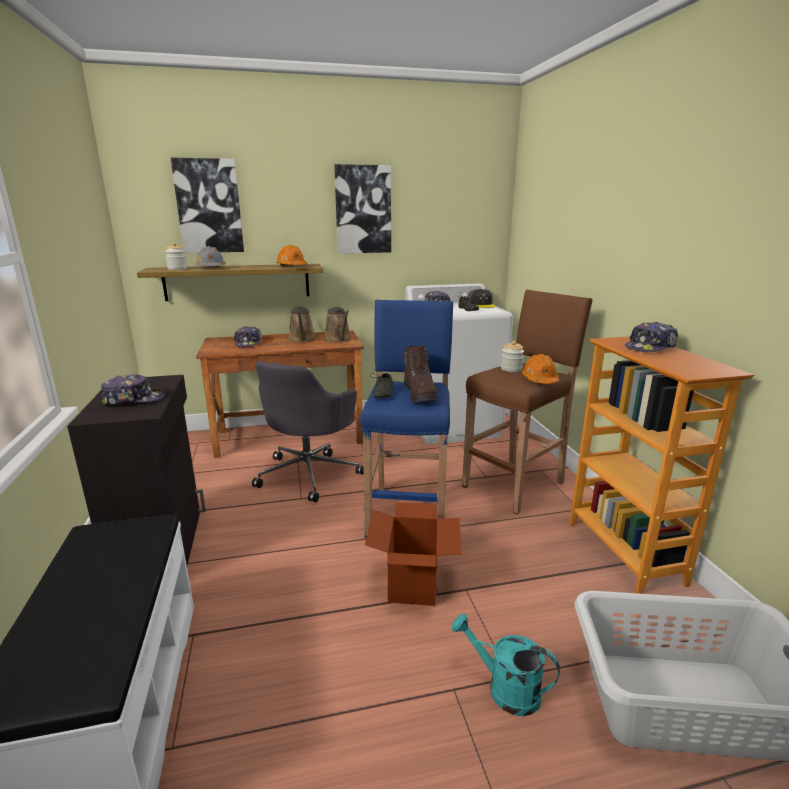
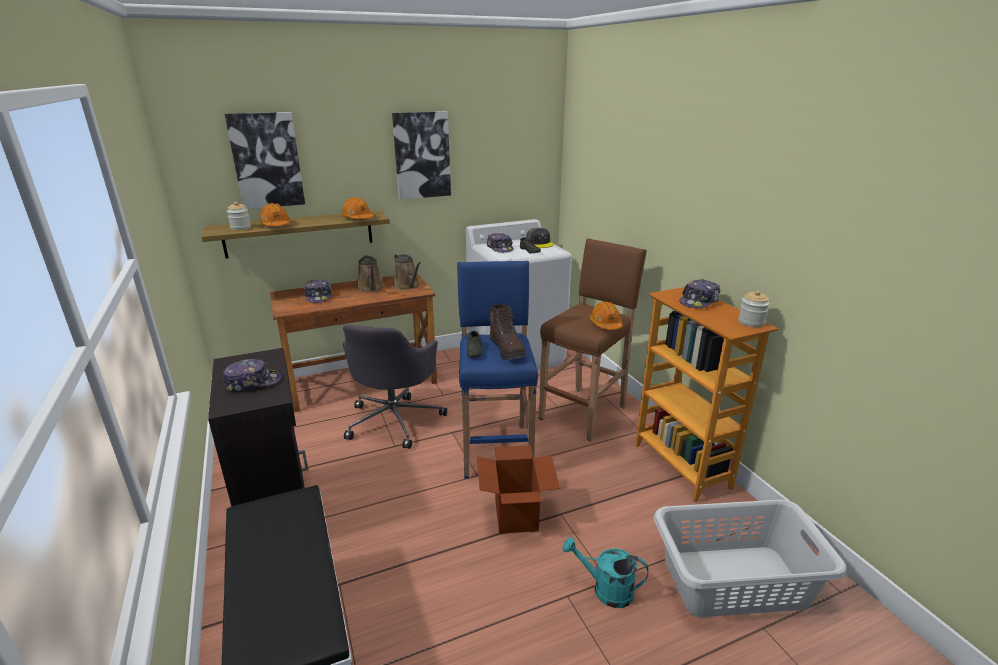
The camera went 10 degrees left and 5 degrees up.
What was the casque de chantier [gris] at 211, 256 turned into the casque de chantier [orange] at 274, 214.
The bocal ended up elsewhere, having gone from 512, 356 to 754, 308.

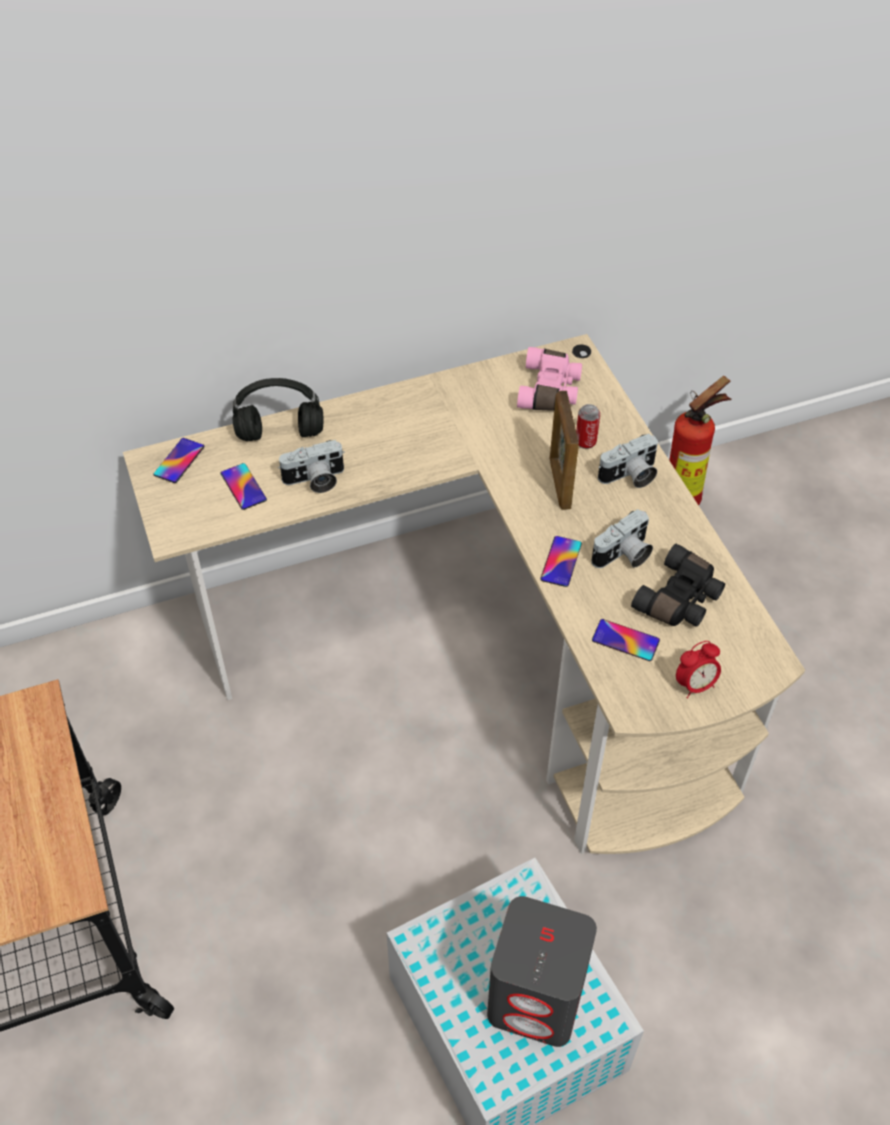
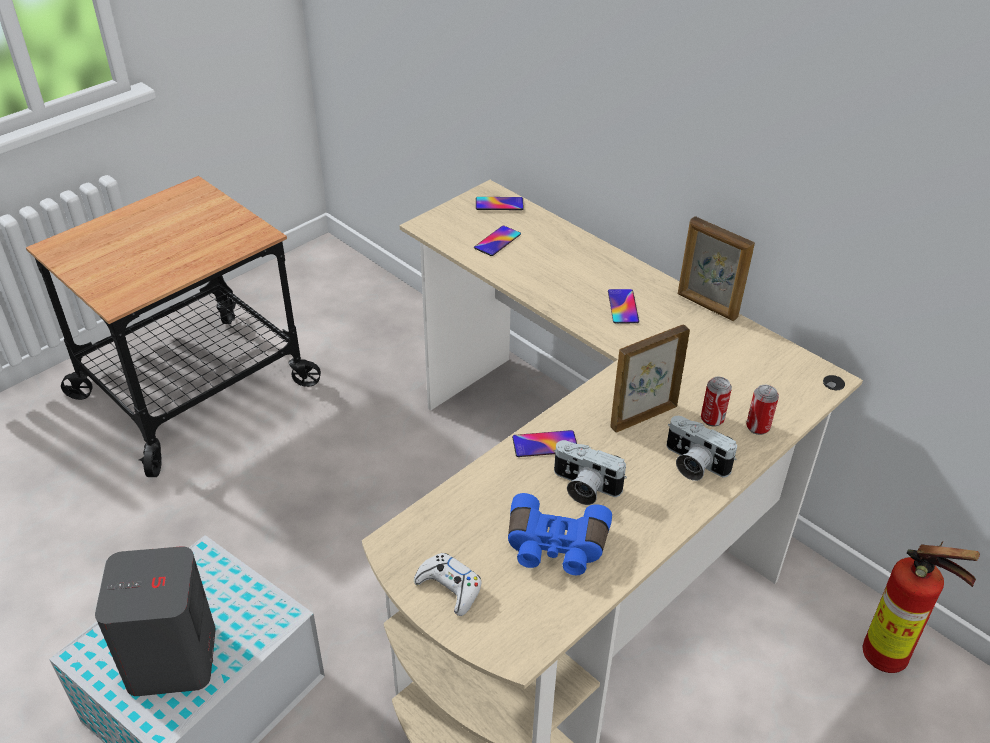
The camera went 65 degrees right and 10 degrees down.
The second view lost the casque audio [noir] at 278, 409.
The second view lost the appareil photo at 311, 466.
The second view lost the jumelles [rose] at 549, 379.
The téléphone ended up elsewhere, having gone from 626, 640 to 623, 306.
What was the jumelles [noir] at 678, 585 turned into the jumelles [bleu] at 560, 534.
Where the réveil stood at 698, 670, the manette [blanc] came to stand at 448, 584.
The second view gained the cadre photo at 716, 268.
The second view gained the boîte métallique at 762, 410.

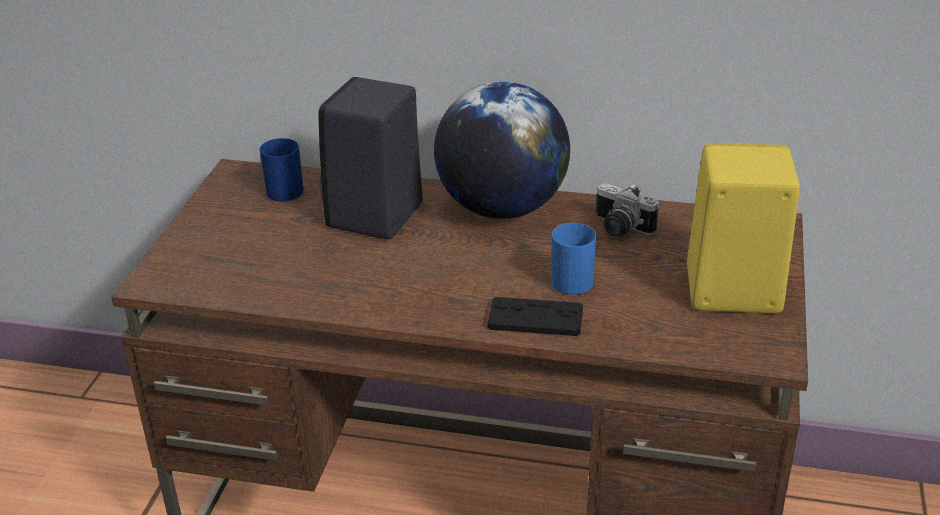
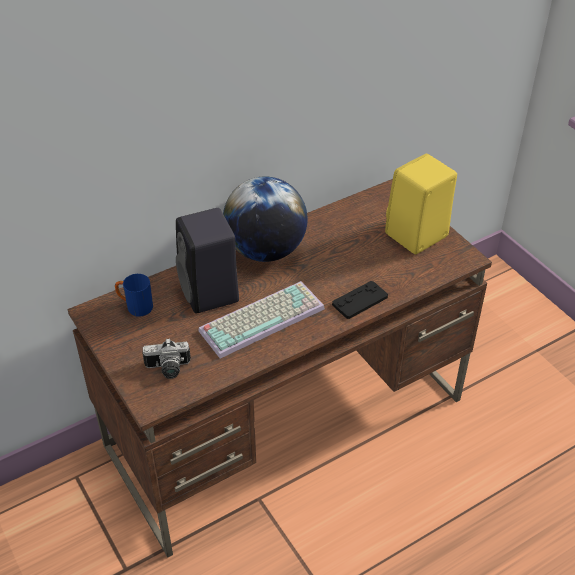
The camera went 45 degrees left and 10 degrees up.
The second view lost the mug [bleu] at 573, 259.
The appareil photo ended up elsewhere, having gone from 627, 210 to 166, 358.
The second view gained the clavier at 261, 319.

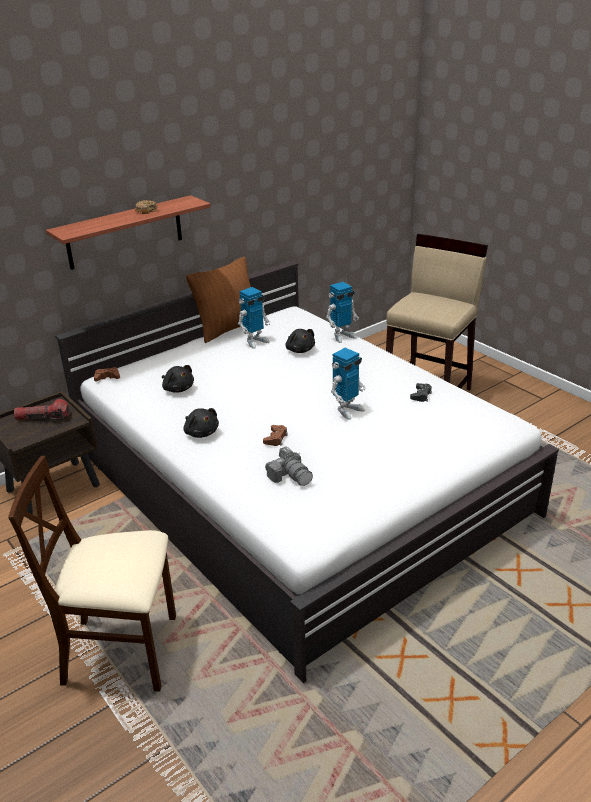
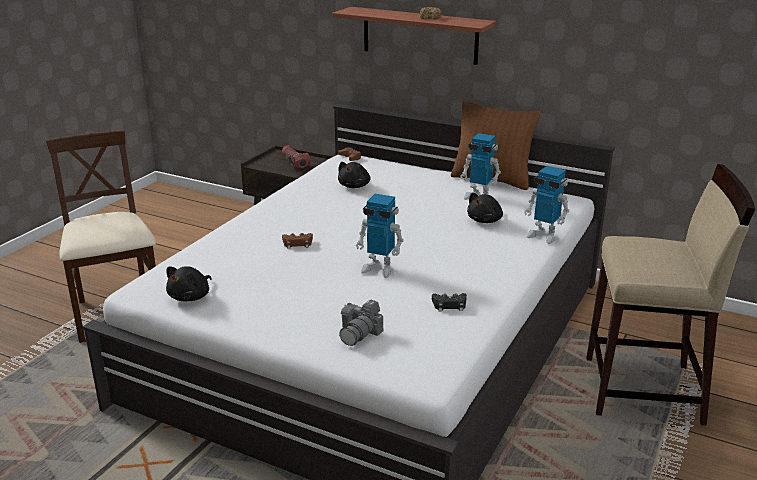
The camera went 65 degrees right and 5 degrees down.
The peluche [noir] ended up elsewhere, having gone from 201, 423 to 189, 283.
The appareil photo ended up elsewhere, having gone from 289, 466 to 361, 323.

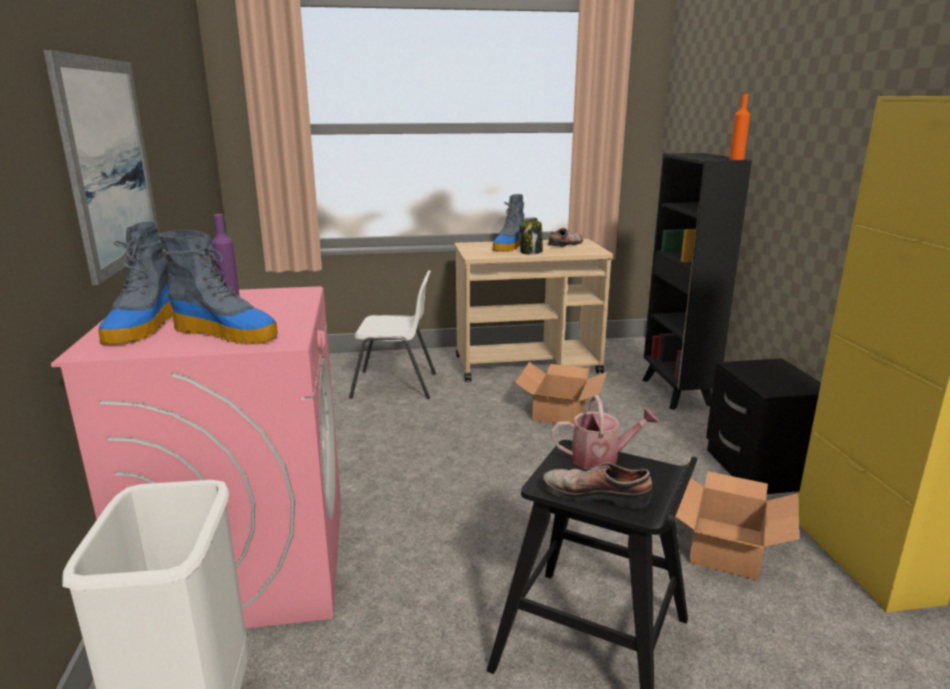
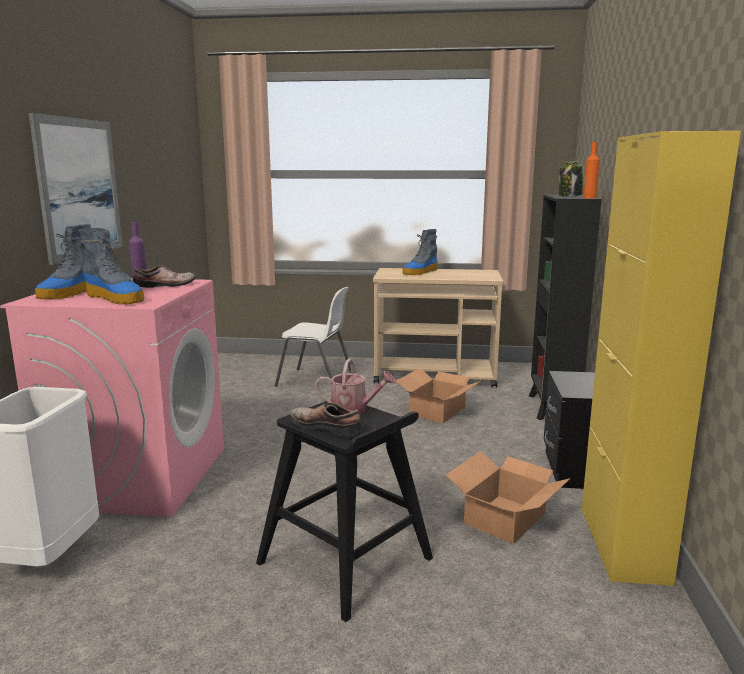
The camera went 15 degrees right and 5 degrees down.
The bocal ended up elsewhere, having gone from 531, 236 to 571, 179.
The chaussure ended up elsewhere, having gone from 565, 237 to 164, 276.

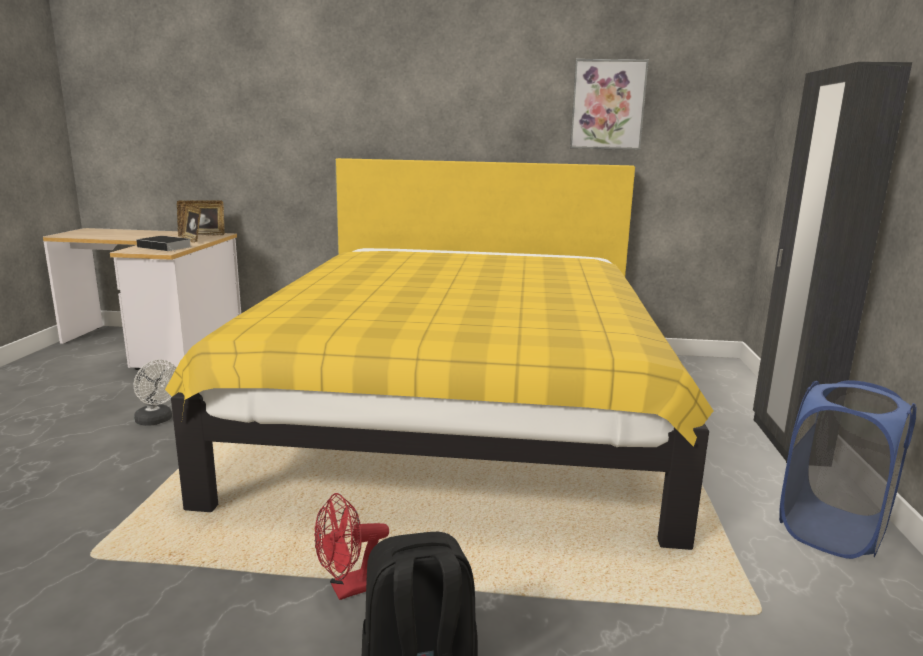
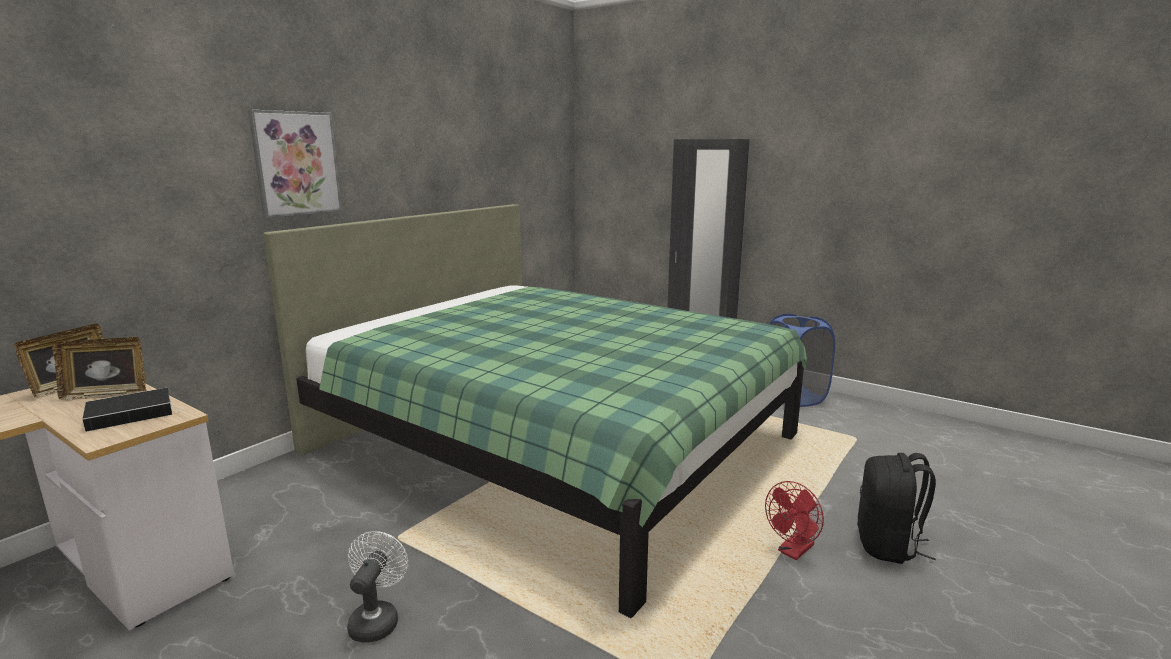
The camera went 60 degrees left and 0 degrees up.
The ventilateur [blanc] at 155, 393 ended up facing another way, 60 degrees counterclockwise from before.
What was the lit [jaune] at 439, 354 turned into the lit [vert] at 535, 411.
The ventilateur [rouge] at 351, 546 ended up facing another way, 45 degrees clockwise from before.
The tableau ended up elsewhere, having gone from 609, 104 to 295, 164.

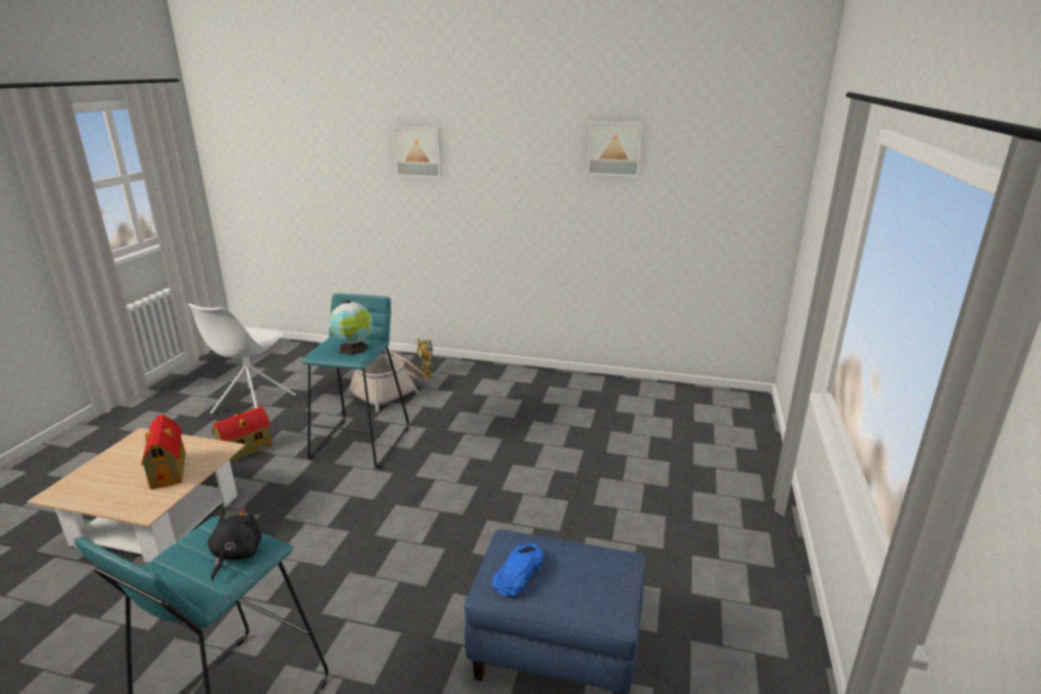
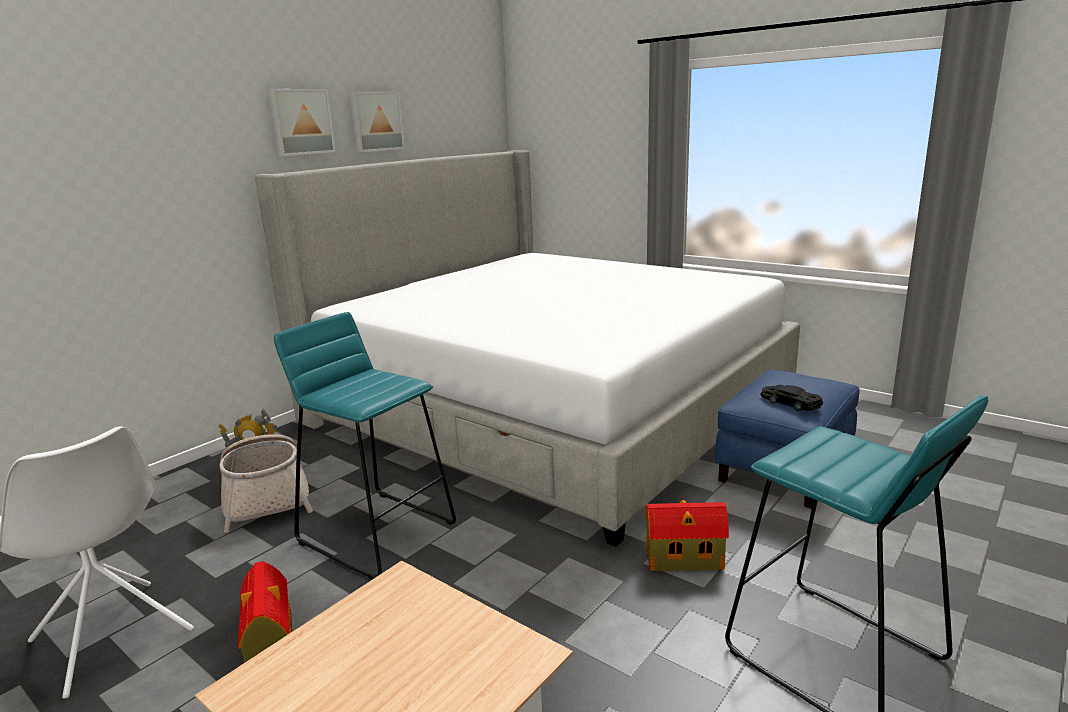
The camera went 65 degrees left and 5 degrees down.
The maison miniature ended up elsewhere, having gone from 163, 452 to 686, 535.
The second view lost the peluche [noir] at 235, 543.
The second view lost the globe at 351, 327.
The tableau ended up elsewhere, having gone from 418, 152 to 302, 122.
What was the petite voiture [bleu] at 518, 570 turned into the petite voiture [noir] at 792, 398.
The second view gained the lit at 527, 349.

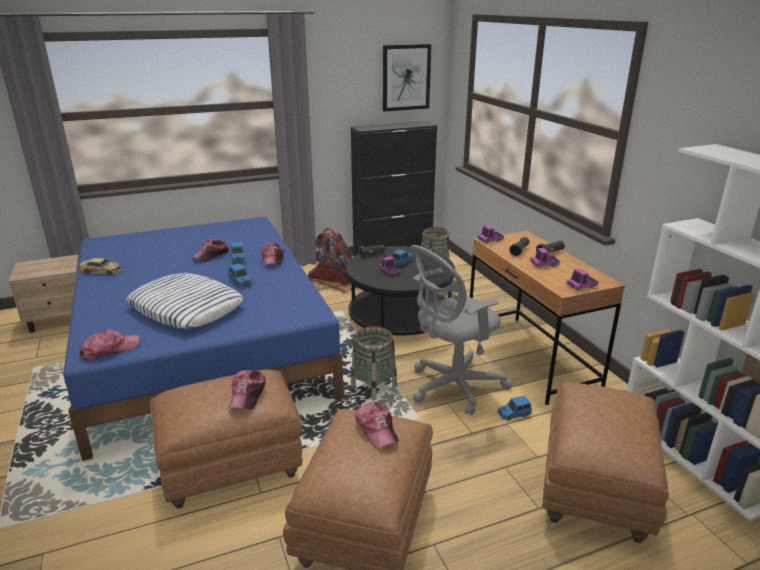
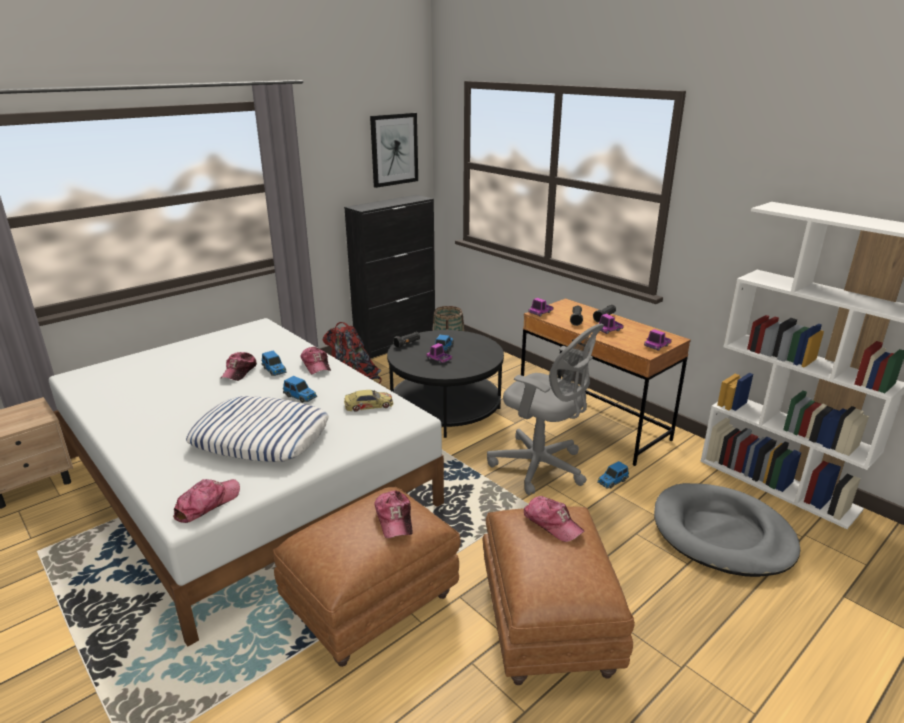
The camera went 20 degrees left and 0 degrees up.
What was the lit [bleu] at 203, 339 turned into the lit [blanc] at 246, 482.
The petite voiture ended up elsewhere, having gone from 100, 266 to 368, 401.
The second view lost the panier at 374, 363.
The chaise de bureau [gris] at 461, 330 ended up facing another way, 90 degrees counterclockwise from before.
Where the pouf [marron] stood at 605, 463, the panier pour chien [gris] came to stand at 727, 530.

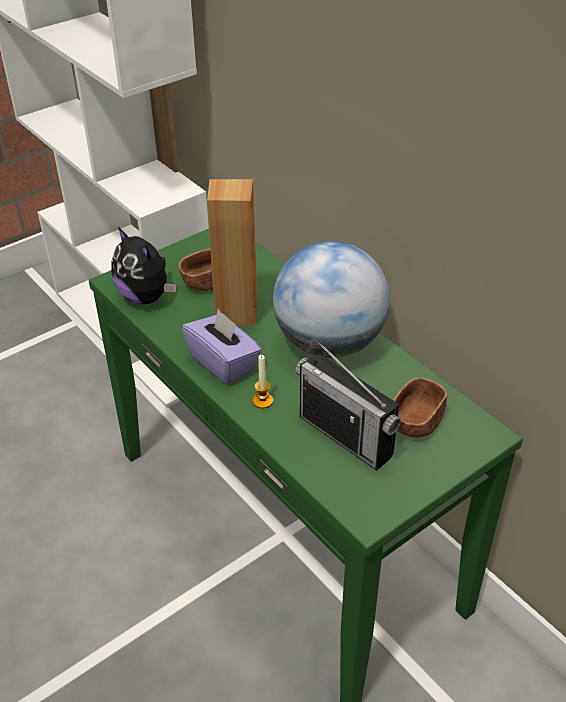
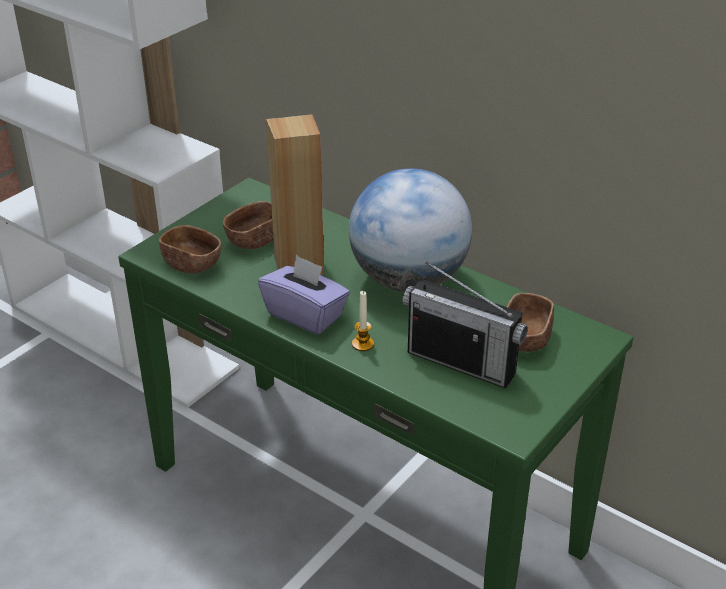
The camera went 15 degrees left and 5 degrees down.
Where the peluche stood at 144, 265, the bol [marron] came to stand at 190, 249.

